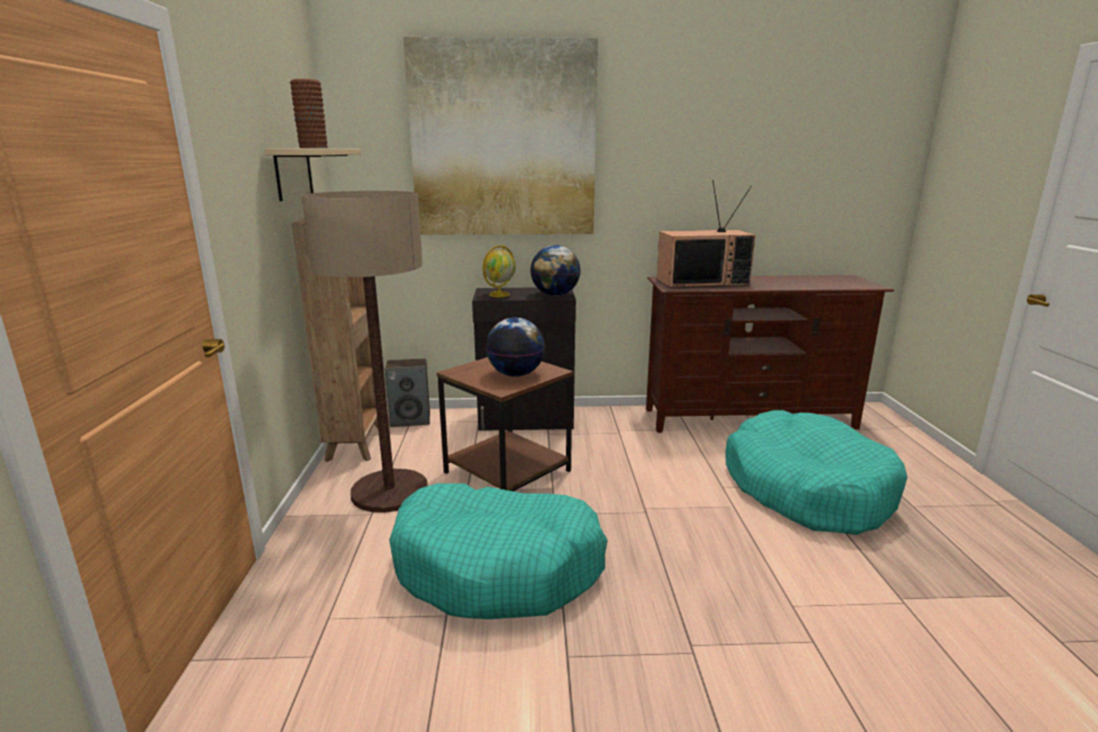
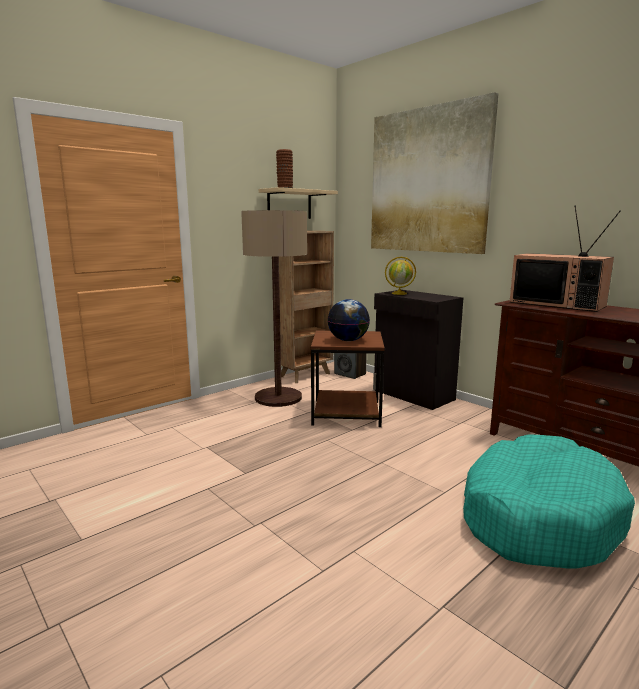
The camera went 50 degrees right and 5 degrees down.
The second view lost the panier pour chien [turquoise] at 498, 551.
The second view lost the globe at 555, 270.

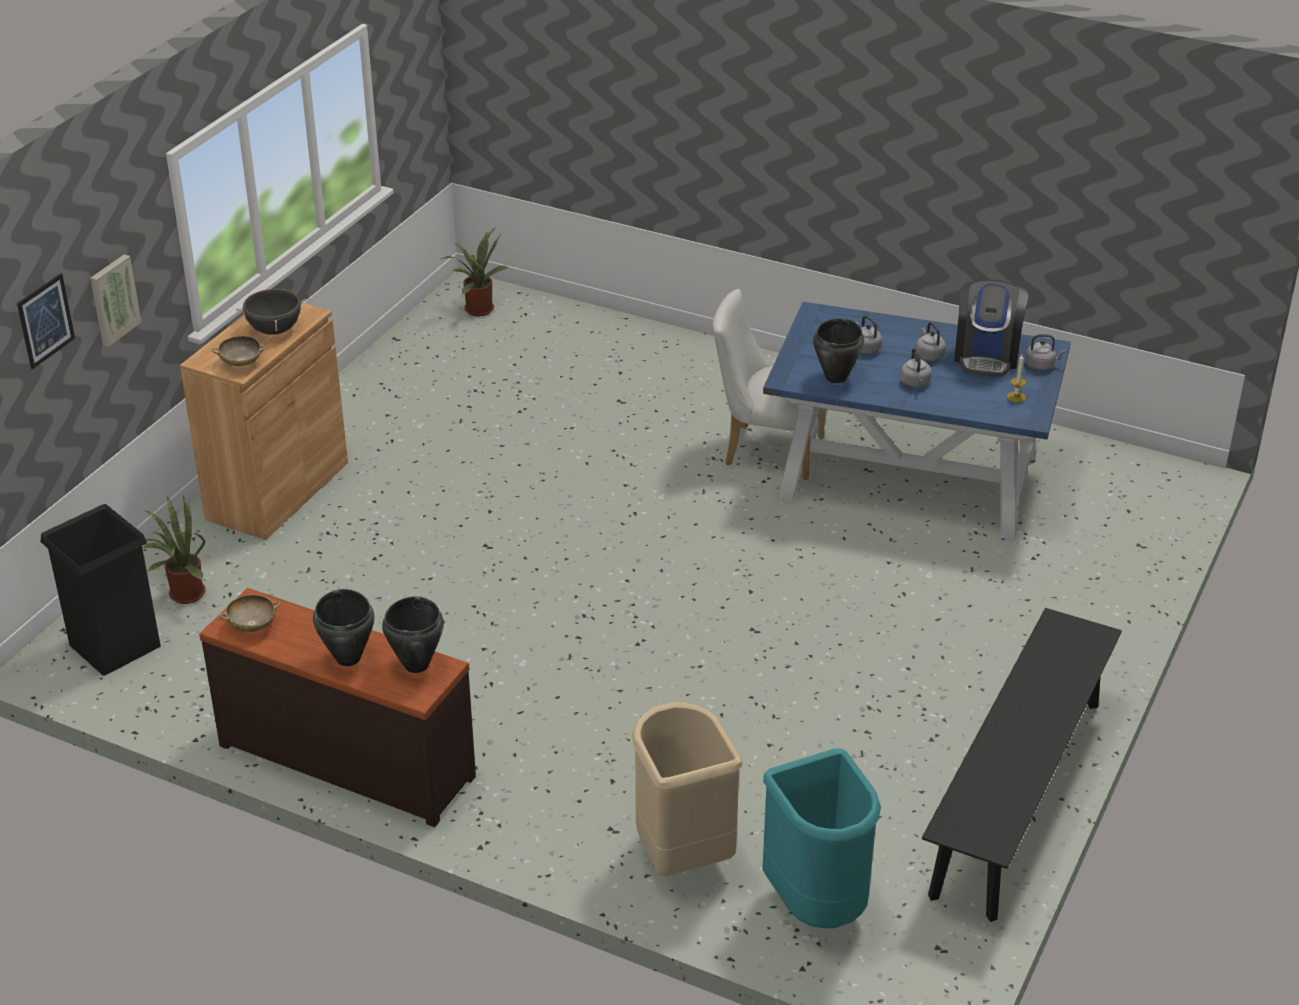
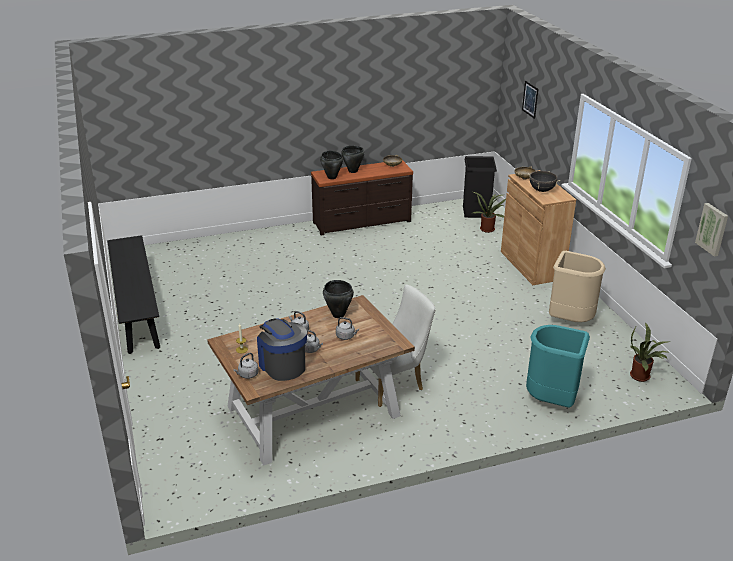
The camera went 135 degrees right and 5 degrees down.
The tableau ended up elsewhere, having gone from 116, 300 to 711, 230.
The poubelle [beige] ended up elsewhere, having gone from 687, 789 to 577, 286.
The poubelle [turquoise] ended up elsewhere, having gone from 821, 838 to 558, 366.
What was the table à manger [bleu] at 917, 421 turned into the table à manger [marron] at 311, 380.

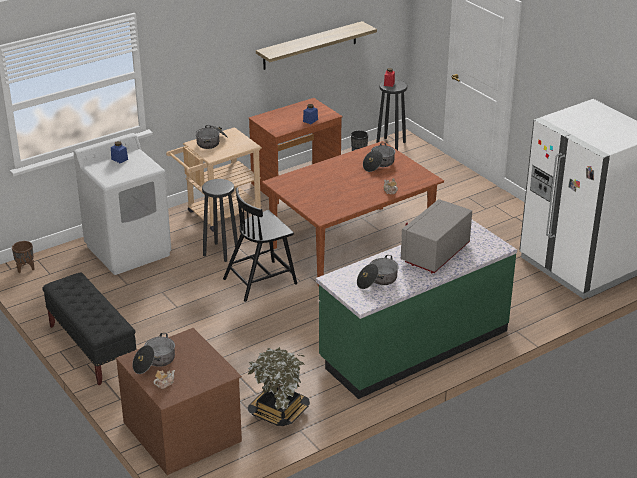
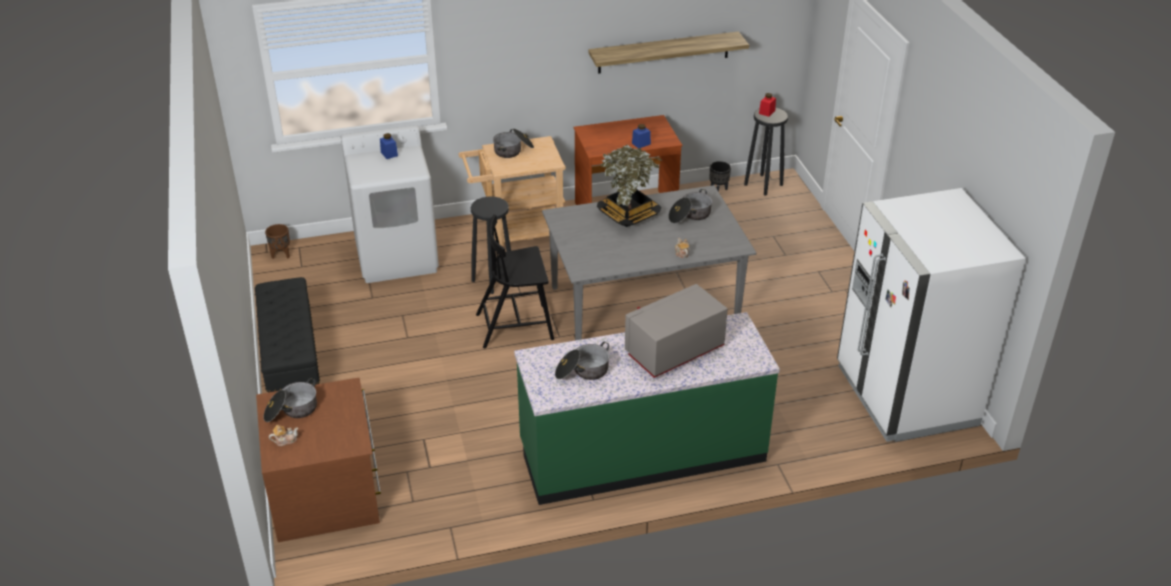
The camera went 20 degrees right and 5 degrees up.
The plante en pot ended up elsewhere, having gone from 278, 386 to 629, 186.
What was the table à manger [marron] at 353, 213 turned into the table à manger [gris] at 649, 262.

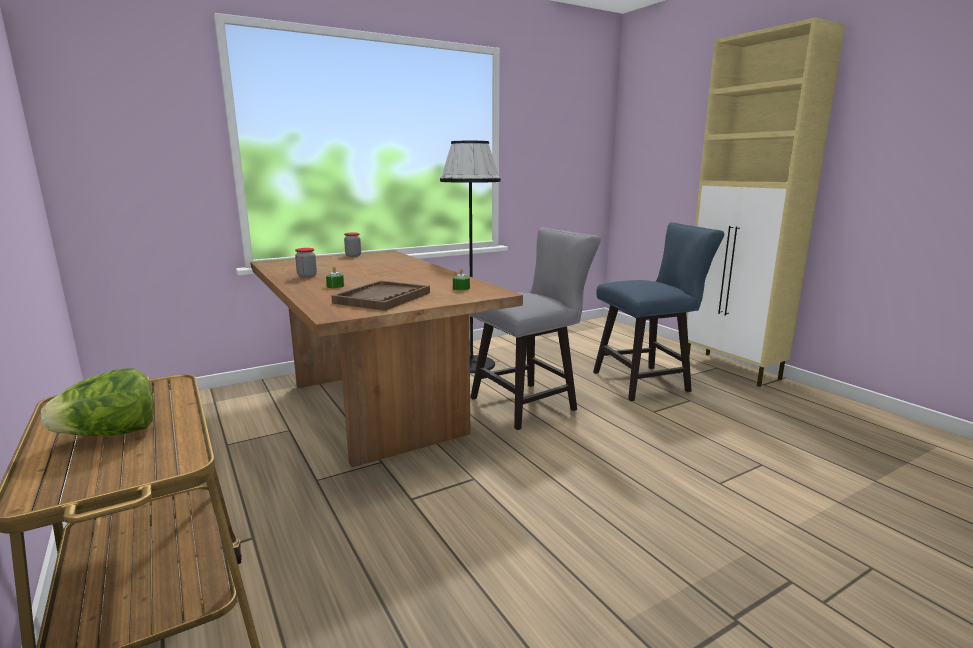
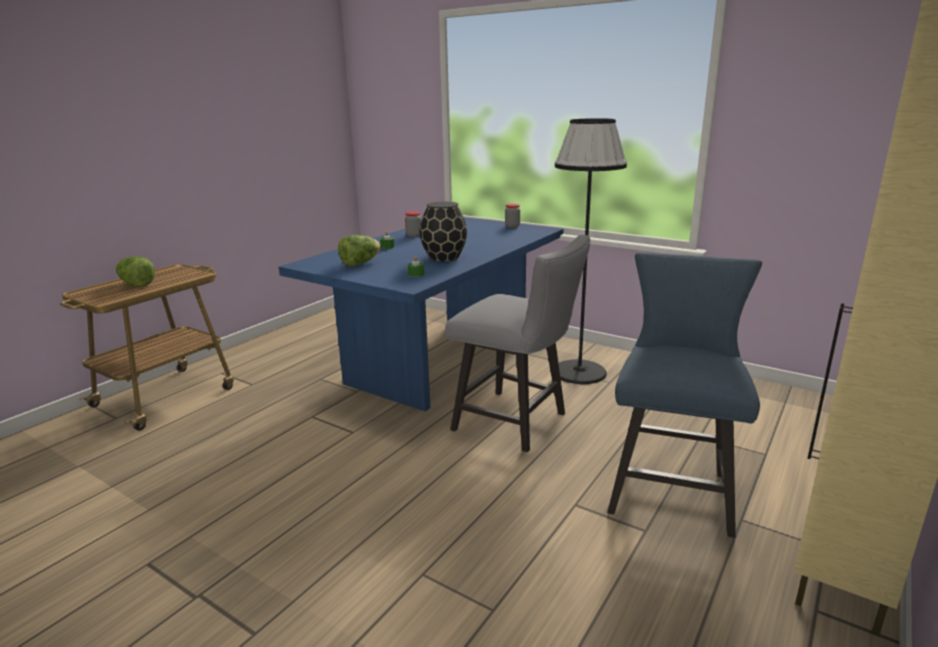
The camera went 65 degrees right and 5 degrees up.
What was the table à manger [marron] at 386, 358 turned into the table à manger [bleu] at 421, 314.
Where the plateau [marron] stood at 380, 295, the laitue came to stand at 359, 250.
The chaise [bleu] at 658, 311 ended up facing another way, 120 degrees counterclockwise from before.
The second view gained the vase [noir] at 443, 231.

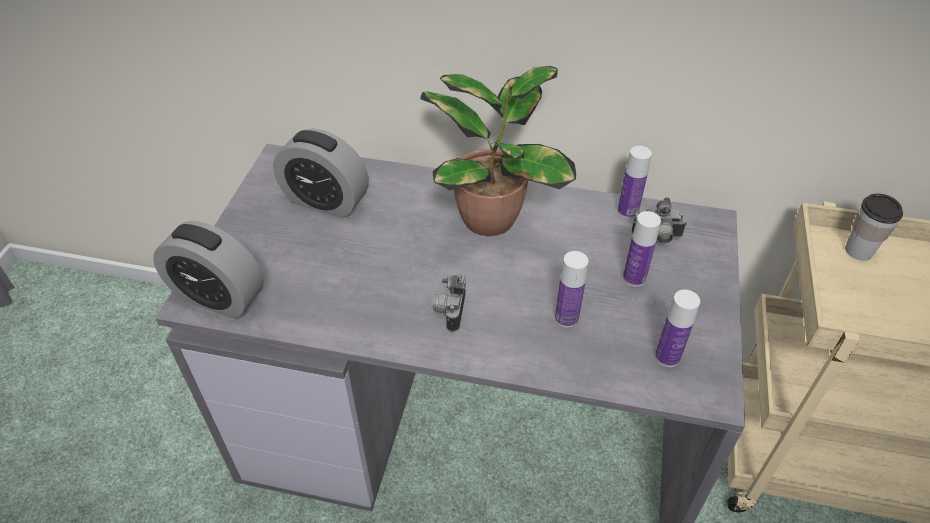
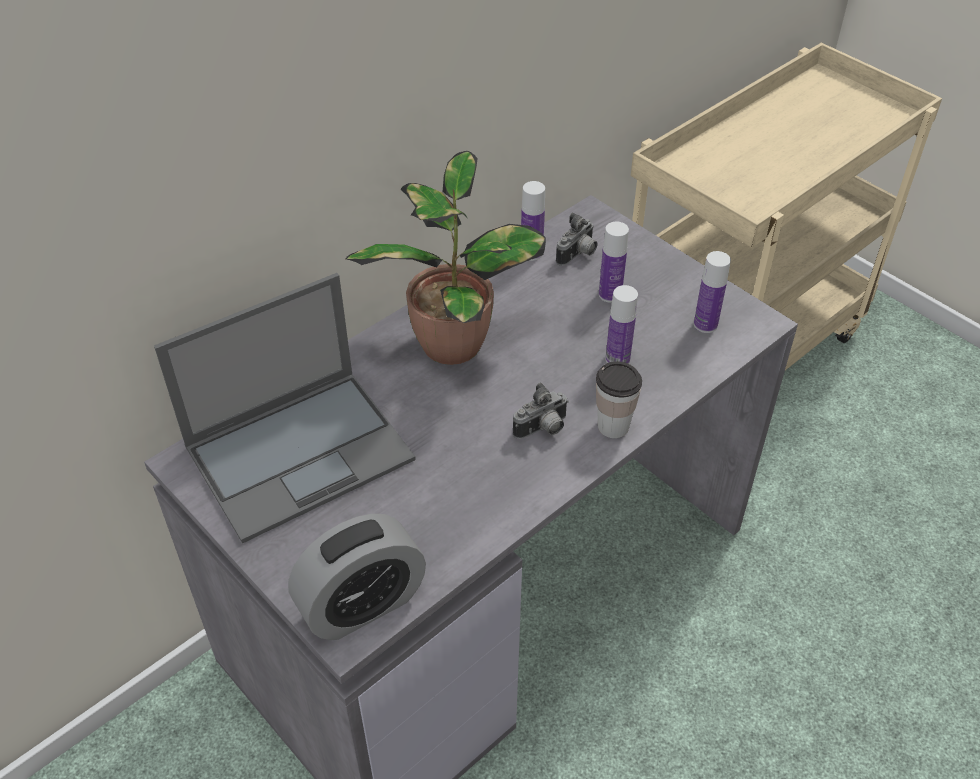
The camera went 55 degrees left and 0 degrees up.
Where the réveil stood at 321, 173, the ordinateur portable came to stand at 285, 408.
The appareil photo at 449, 302 ended up facing another way, 75 degrees counterclockwise from before.
The tasse ended up elsewhere, having gone from 874, 227 to 619, 399.

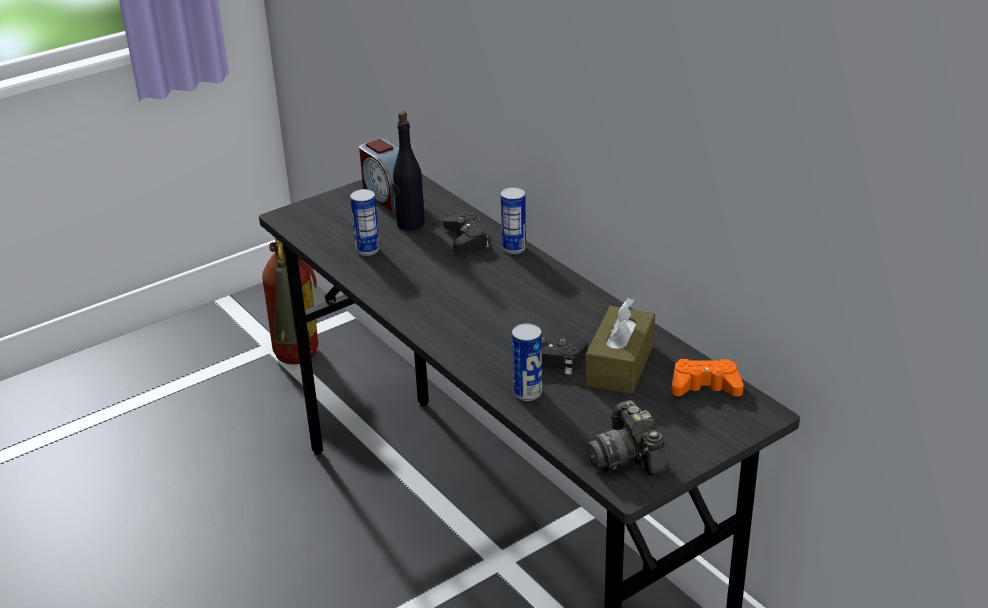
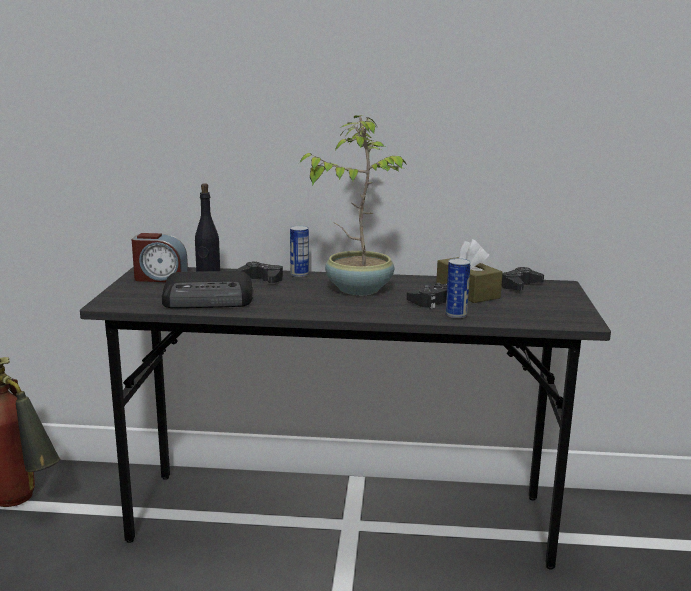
The camera went 50 degrees left and 15 degrees down.
Where the boîte métallique stood at 365, 222, the radio came to stand at 207, 289.
The second view lost the appareil photo at 626, 438.
What was the manette [orange] at 707, 377 turned into the manette [noir] at 523, 278.
The second view gained the plante en pot at 353, 205.

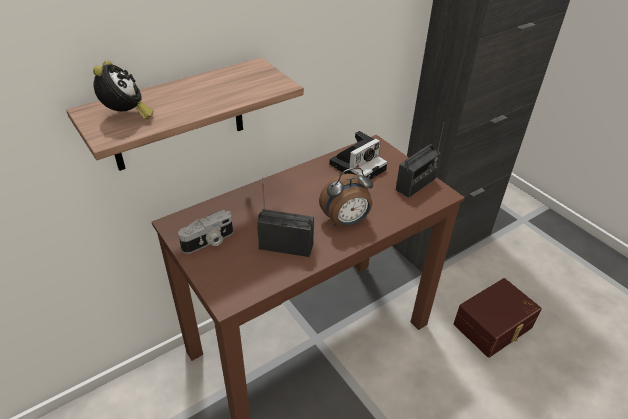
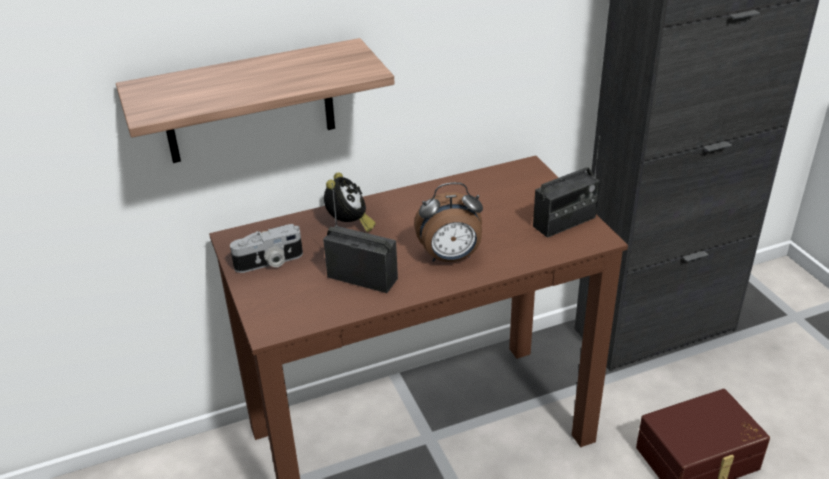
The camera went 15 degrees right and 5 degrees down.
The réveil ended up elsewhere, having gone from 123, 90 to 350, 202.
The second view lost the appareil photo at 358, 155.

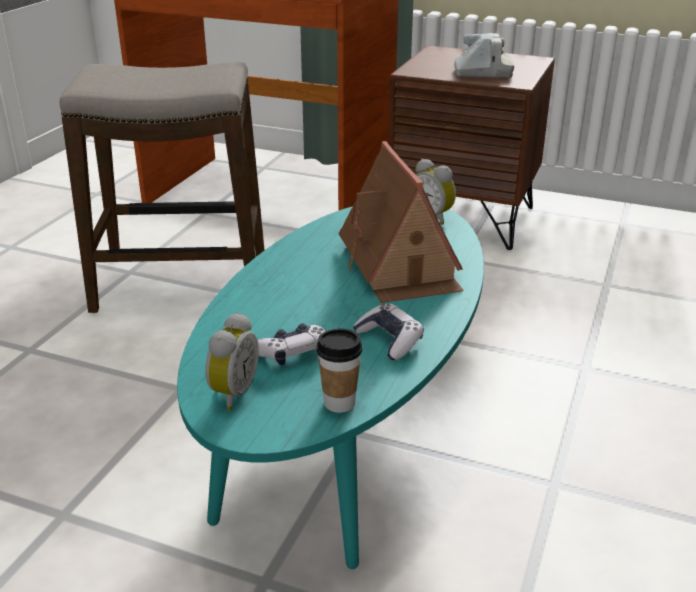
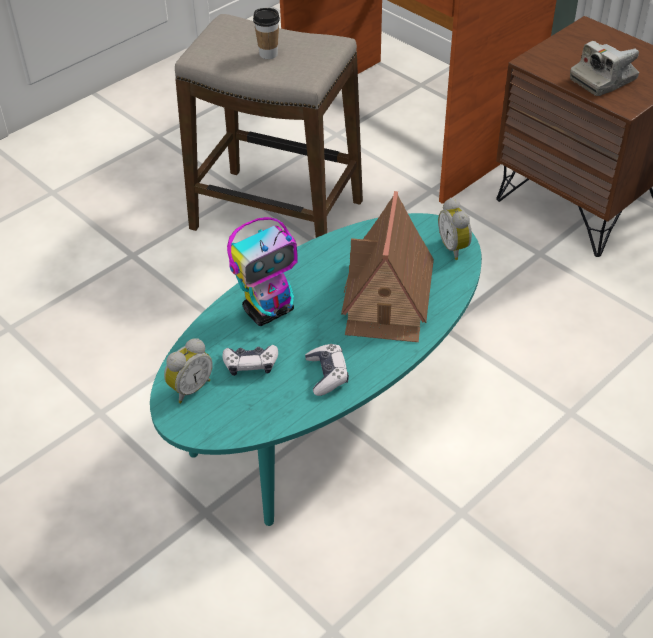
The camera went 25 degrees right and 15 degrees up.
The tasse ended up elsewhere, having gone from 339, 370 to 266, 33.
The appareil photo at 484, 55 ended up facing another way, 120 degrees clockwise from before.
The second view gained the robot jouet at 262, 271.

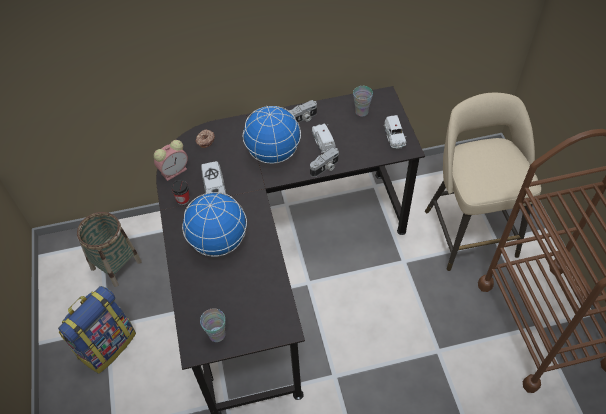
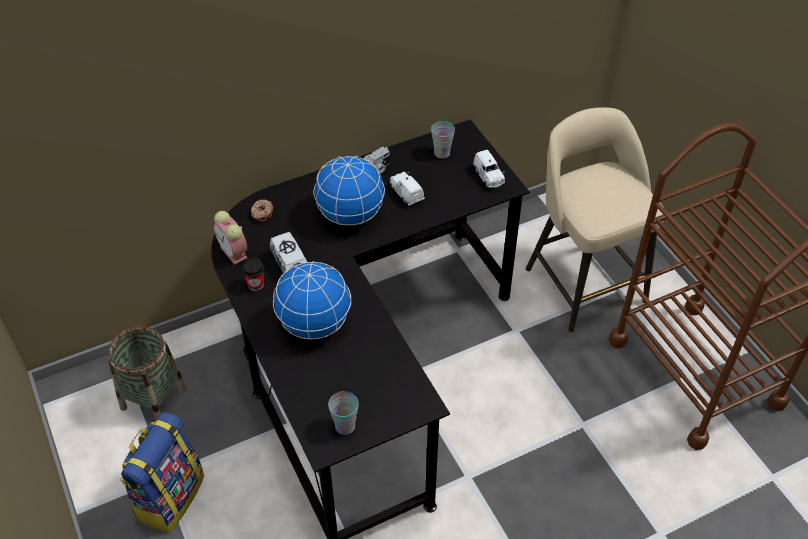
The camera went 15 degrees left and 5 degrees down.
The réveil at 171, 160 ended up facing another way, 105 degrees clockwise from before.
The second view lost the appareil photo at 324, 162.

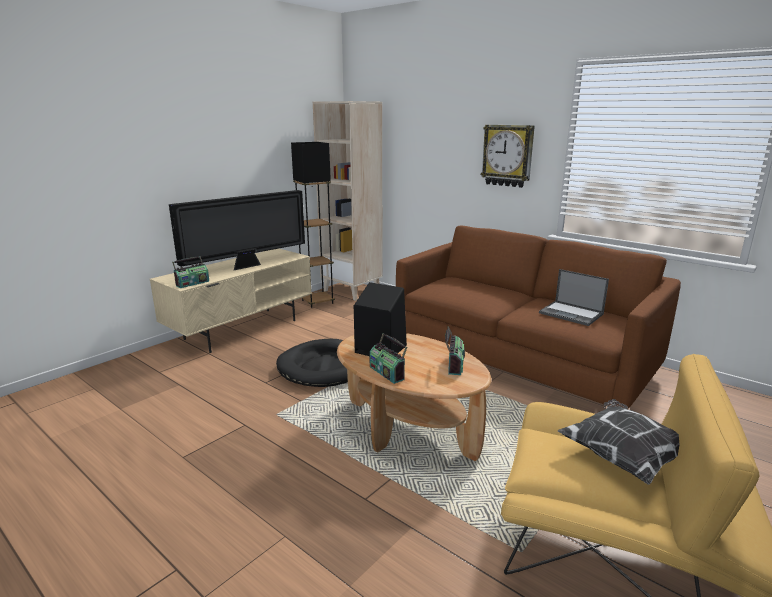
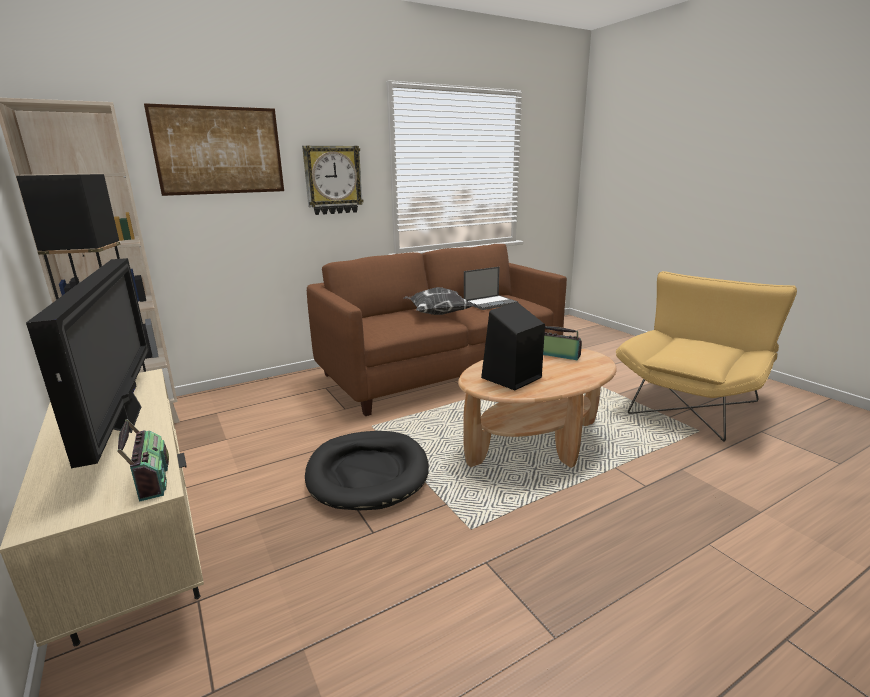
The camera went 70 degrees left and 0 degrees up.
The second view lost the radio at 388, 358.
The coussin ended up elsewhere, having gone from 618, 442 to 439, 301.
The second view gained the tableau at 214, 149.

